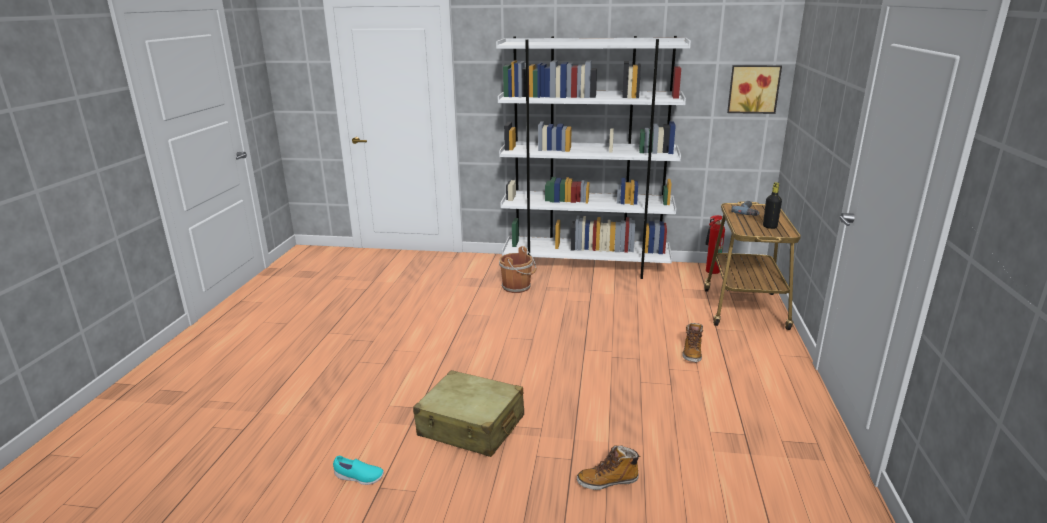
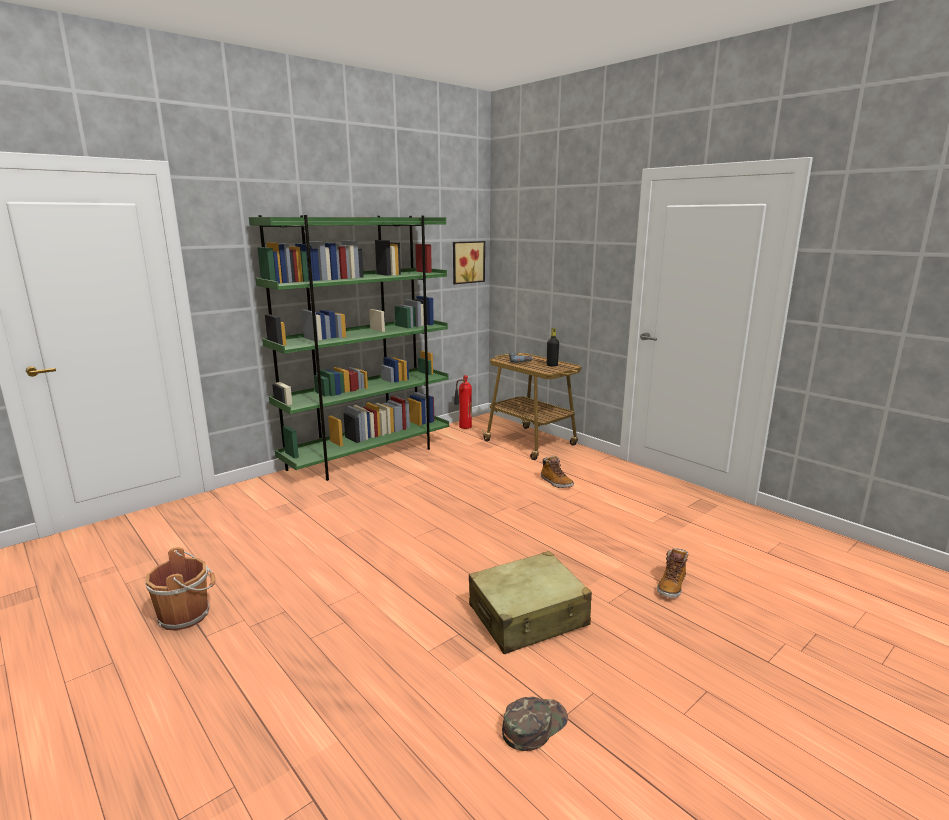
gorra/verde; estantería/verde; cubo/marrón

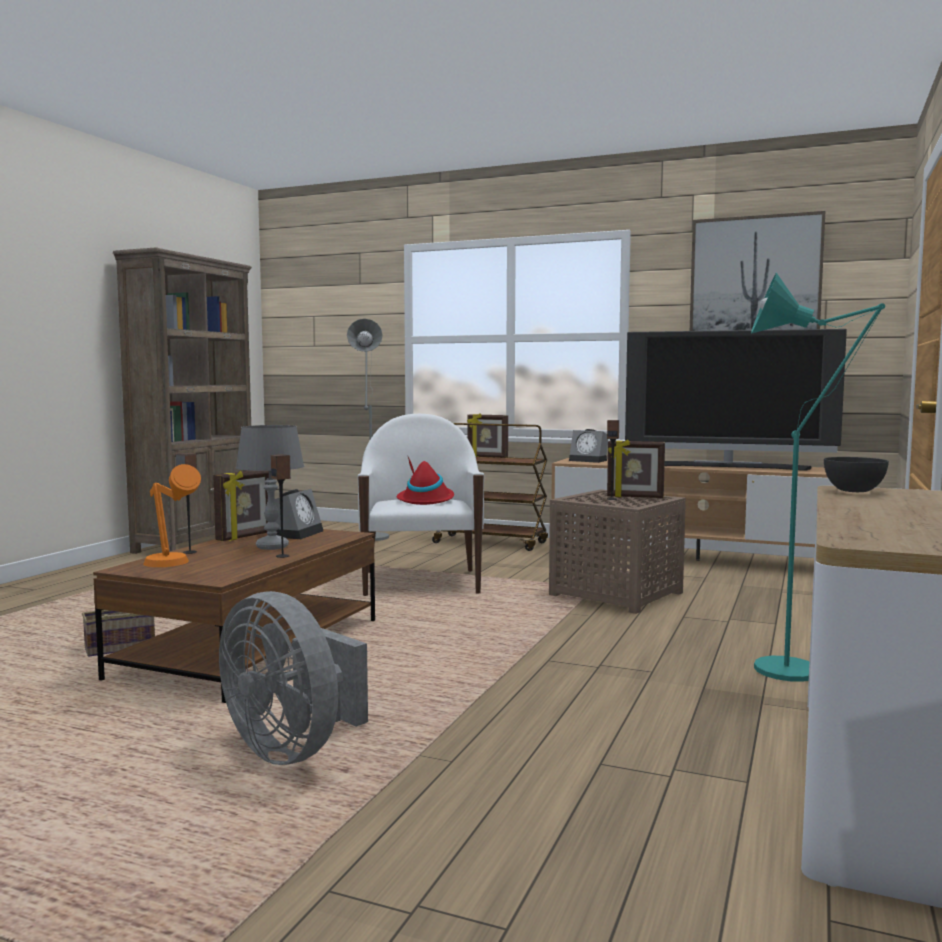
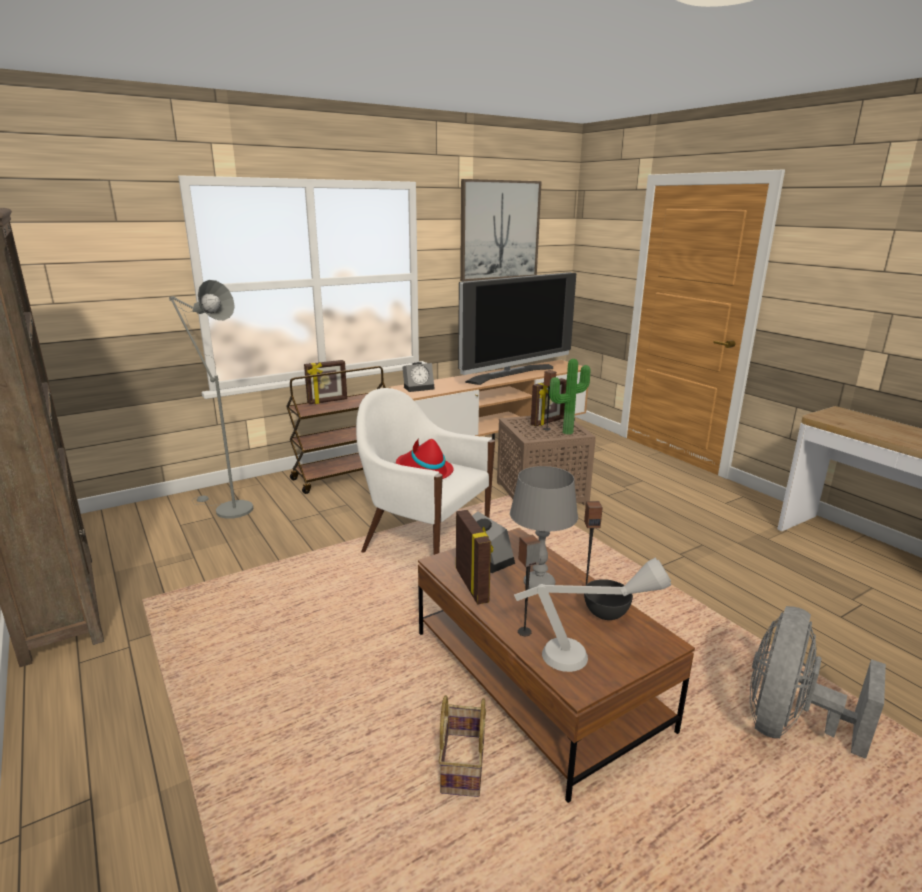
lámpara de mesa/gris (2nd from left); ventilador/gris; lámpara de pie/turquesa; cuenco/gris; planta en maceta

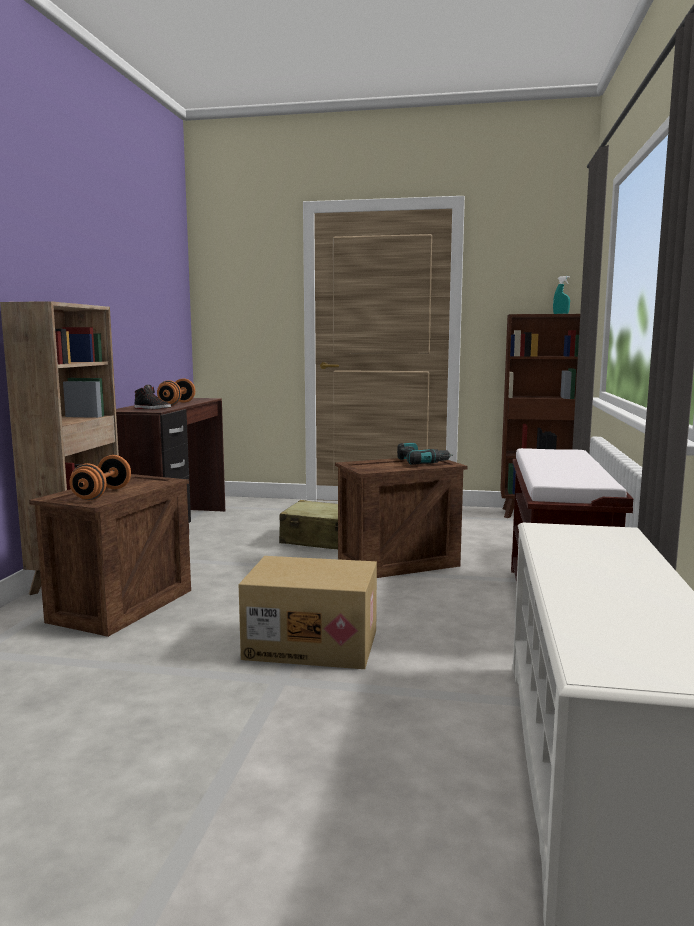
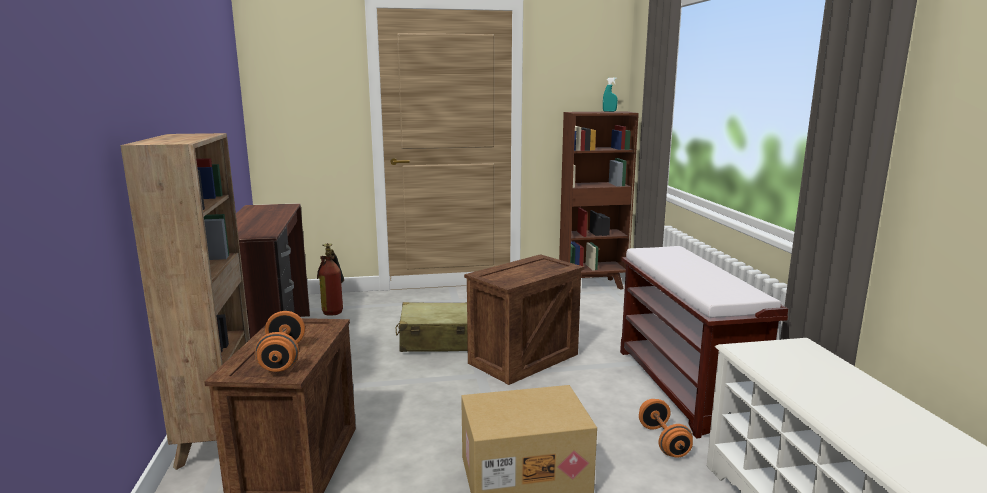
zapato/negro; mancuerna/naranja (2nd from left); taladro; extintor

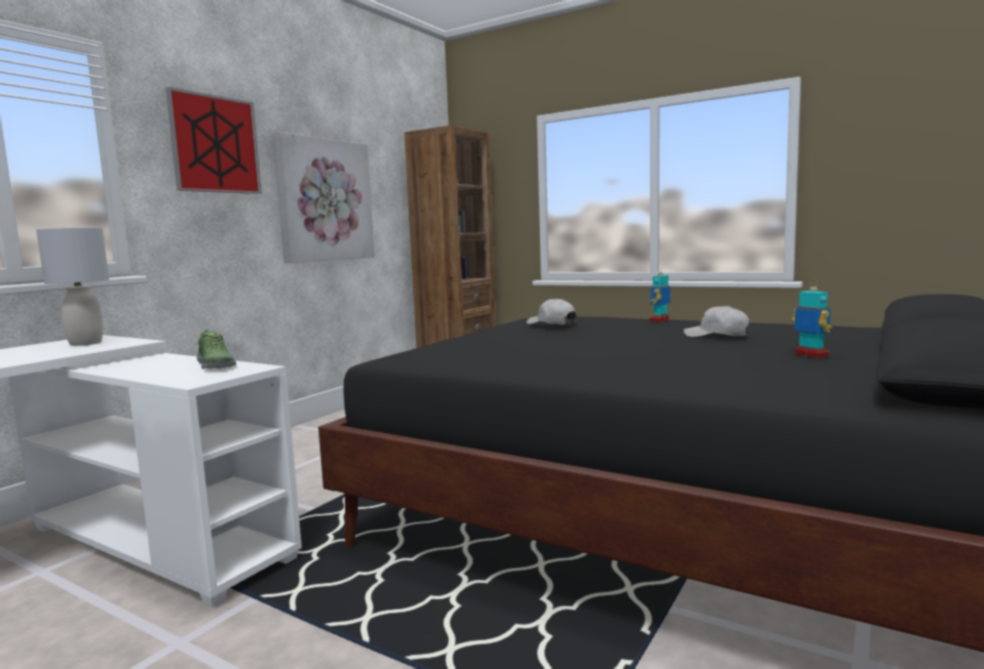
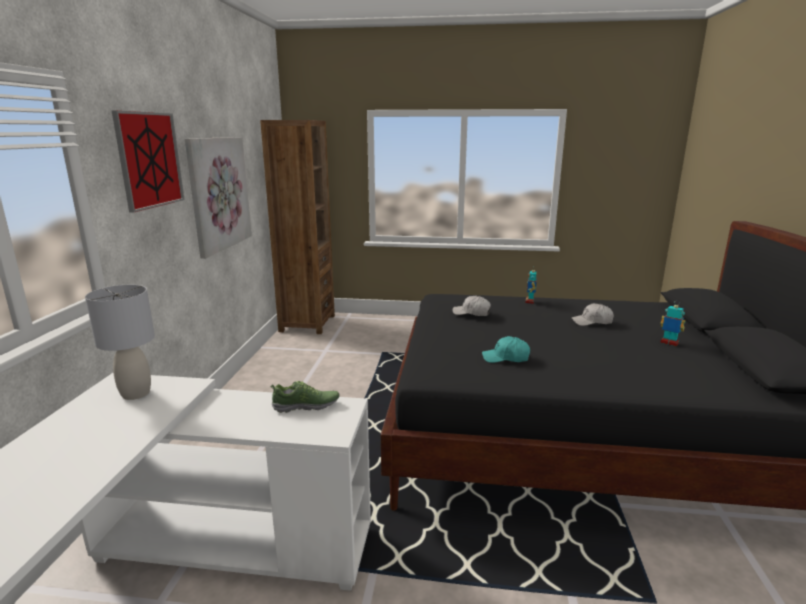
zapato; gorra/turquesa

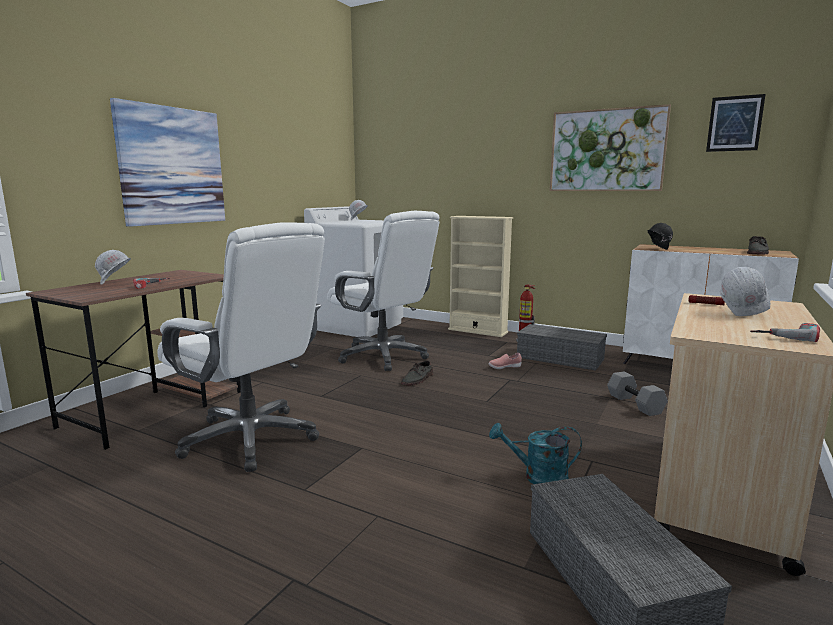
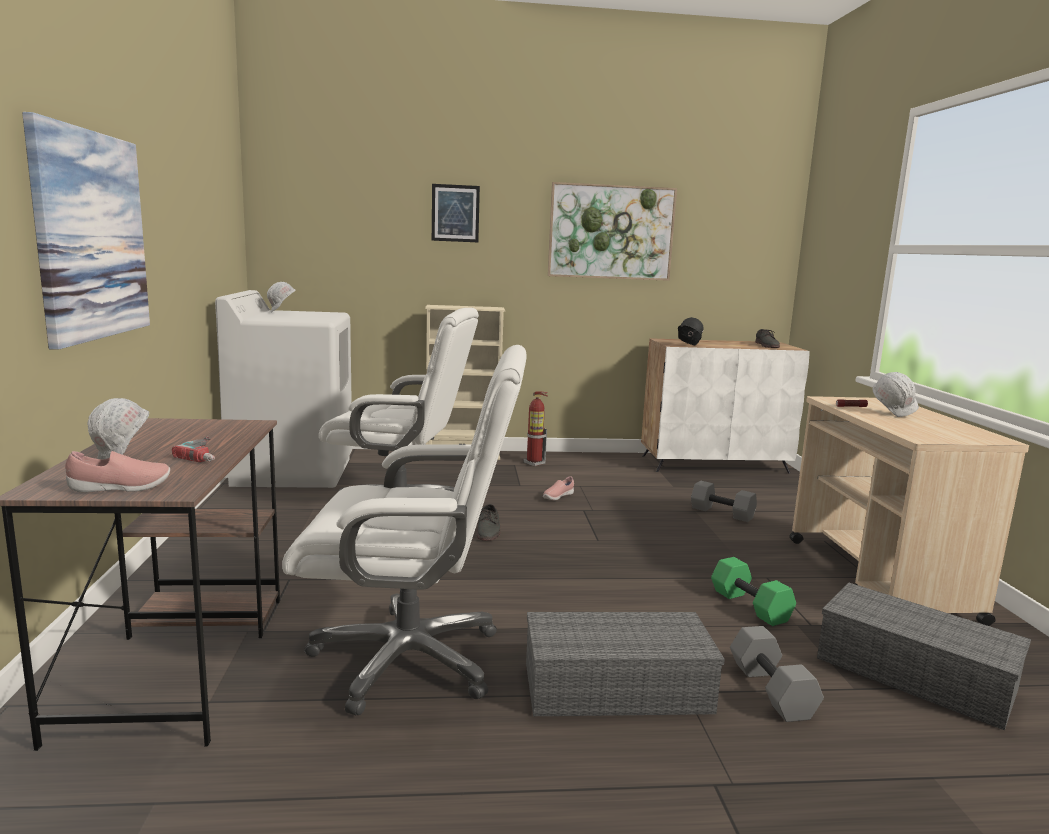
mancuerna/verde; caja de almacenaje/gris (1st from left); cuadro (2nd from left); taladro (2nd from left in the first image); zapato/rosa (1st from left); mancuerna/gris (2nd from left)

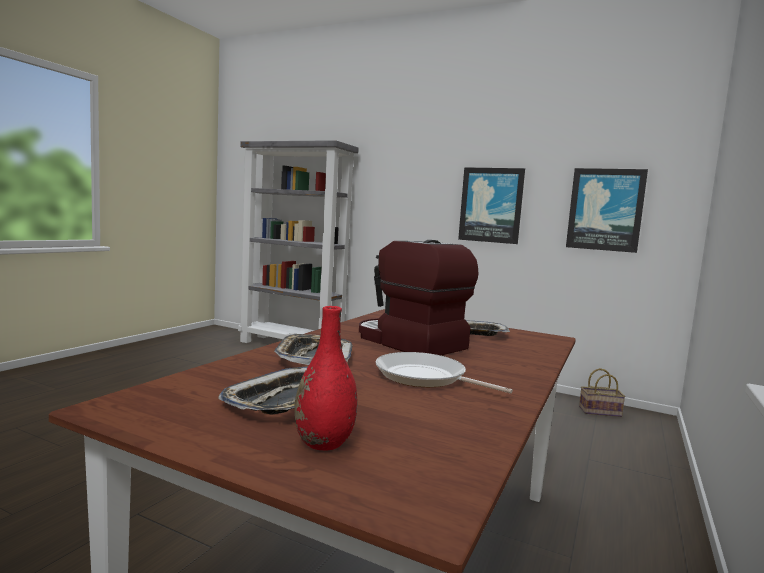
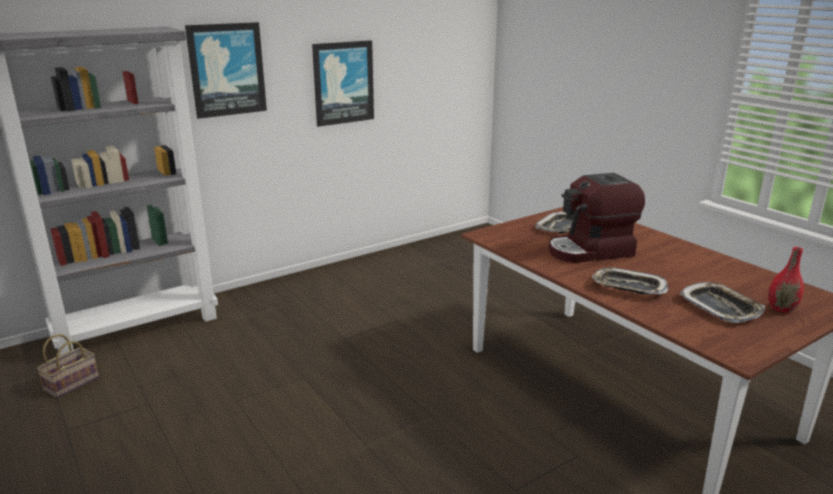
sartén; cuadro (1st from left); cesta

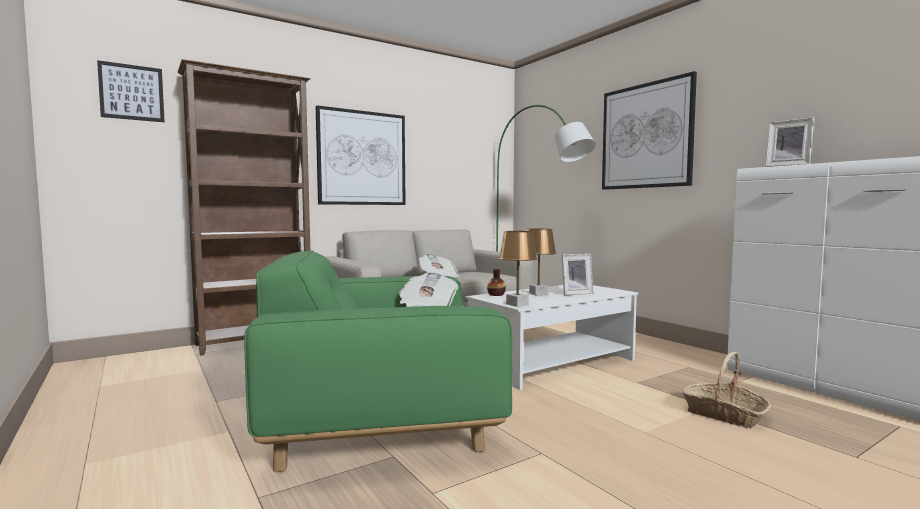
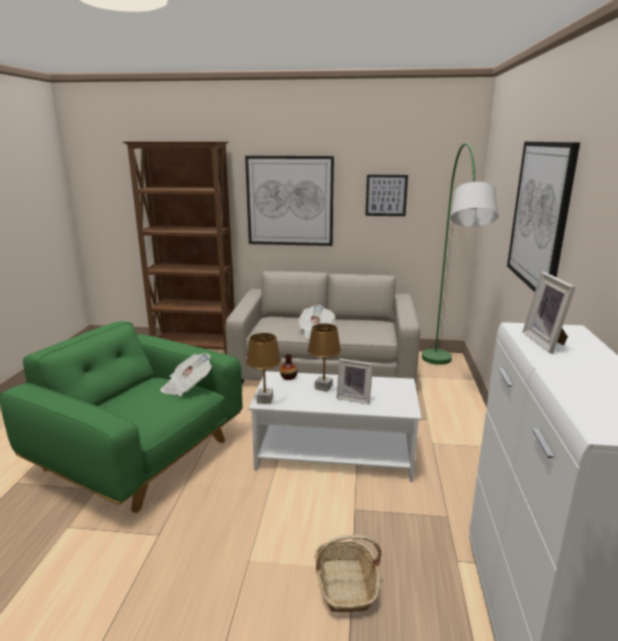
cuadro (2nd from left)

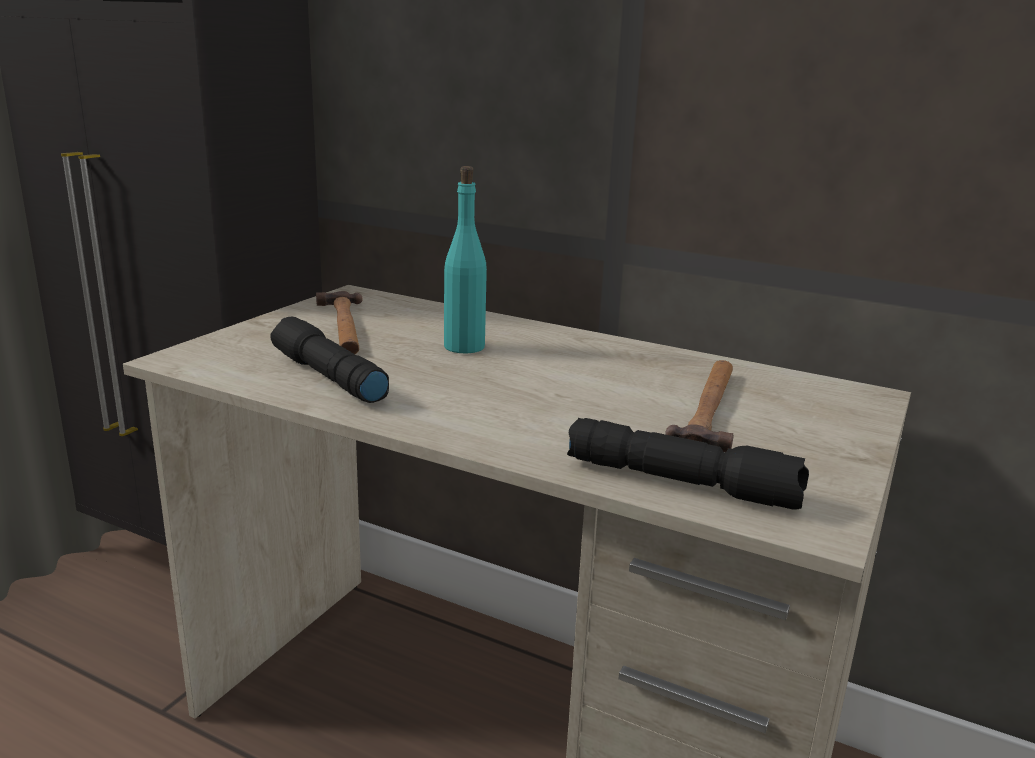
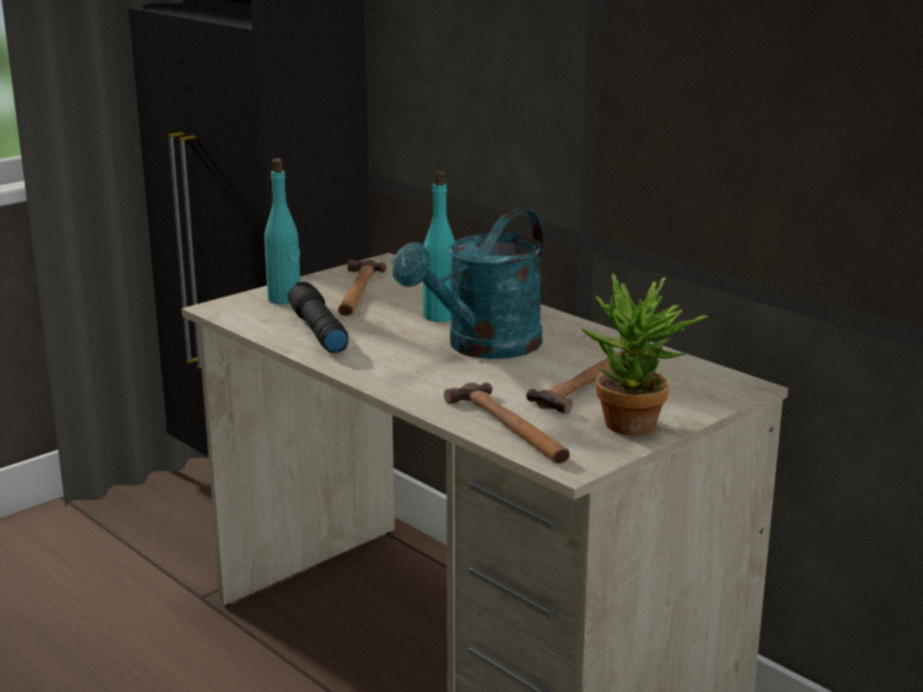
martillo (2nd from left); botella/turquesa (1st from left); regadera/turquesa; planta en maceta

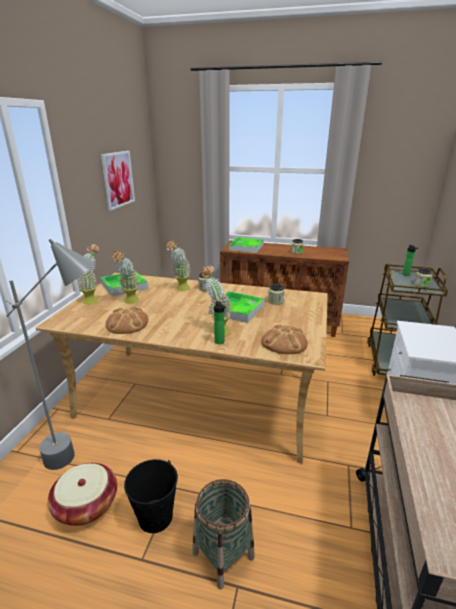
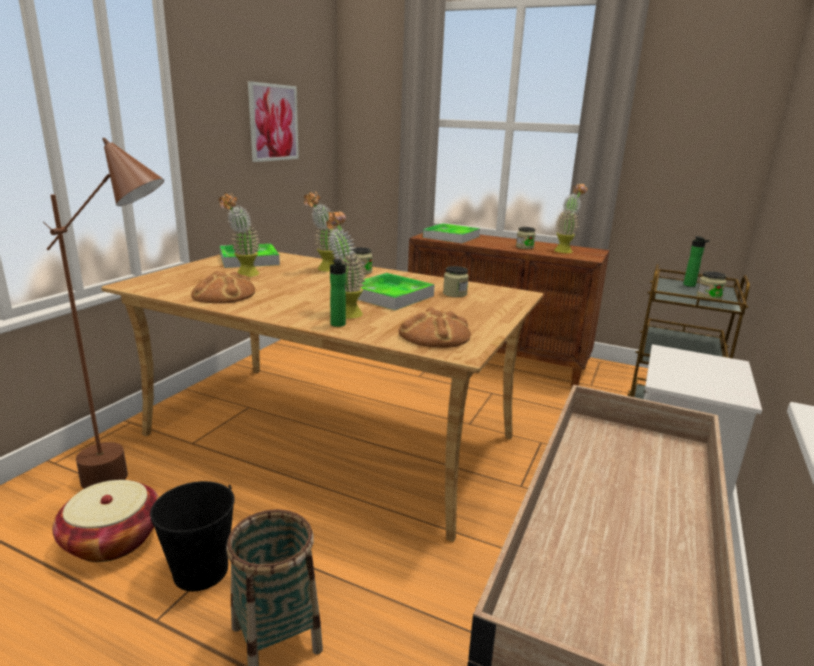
lámpara de pie/marrón; planta en maceta (4th from left)

